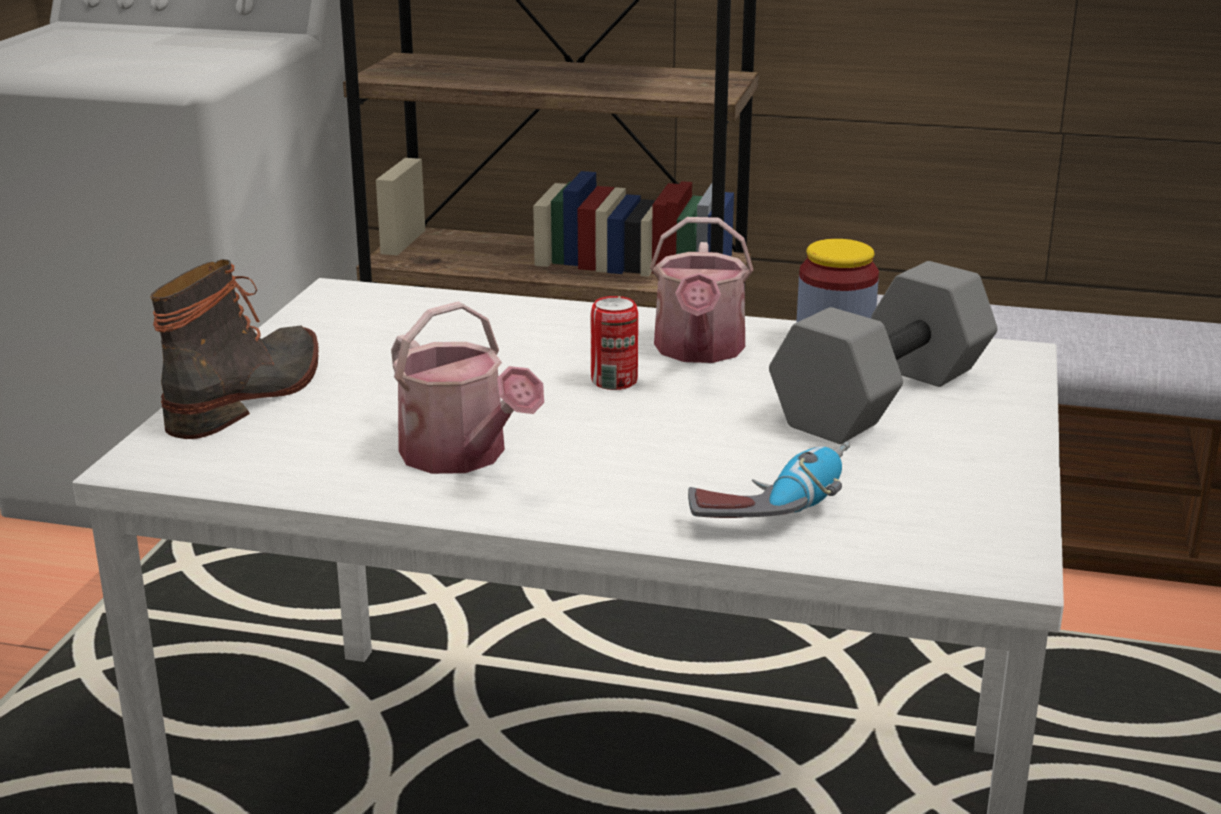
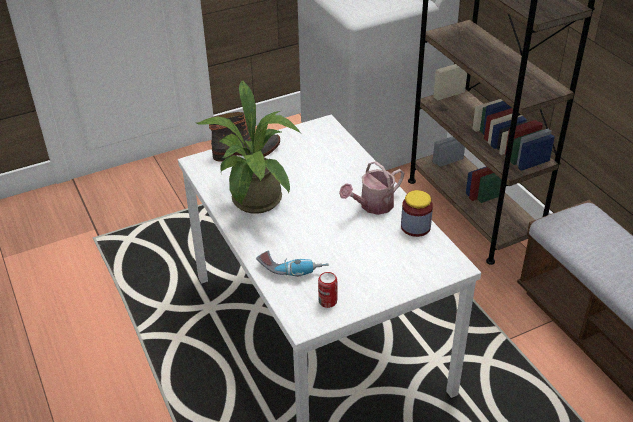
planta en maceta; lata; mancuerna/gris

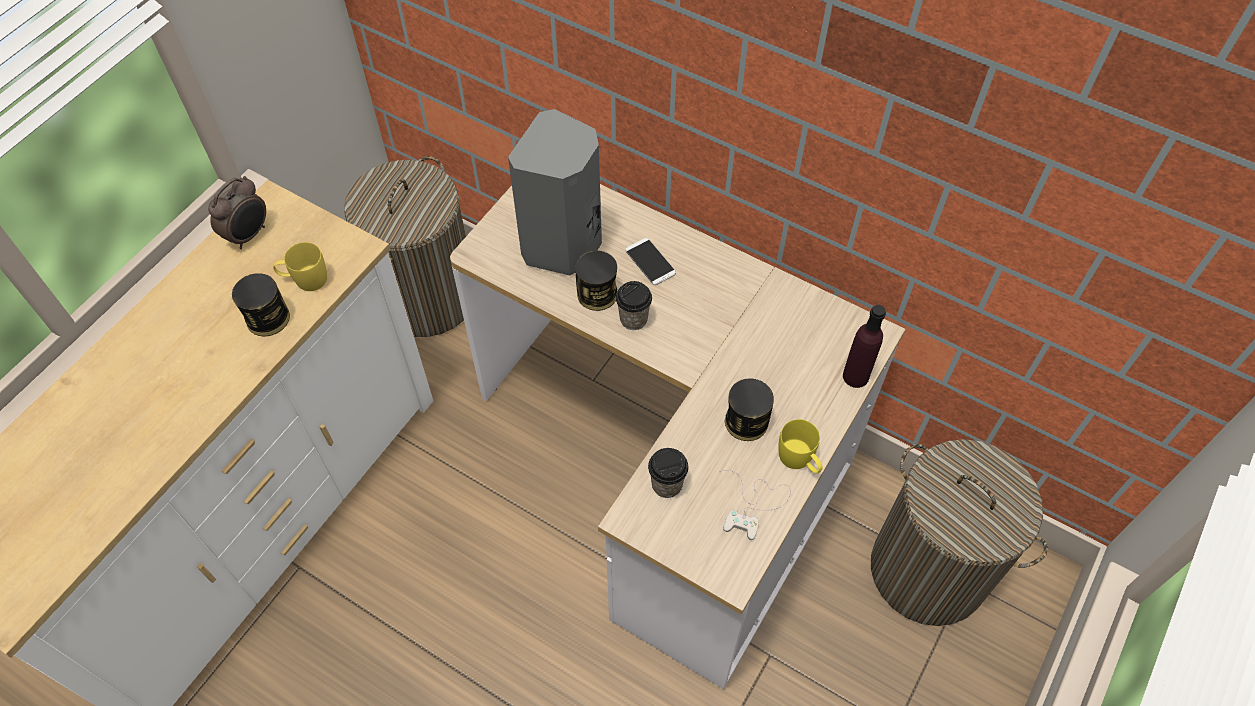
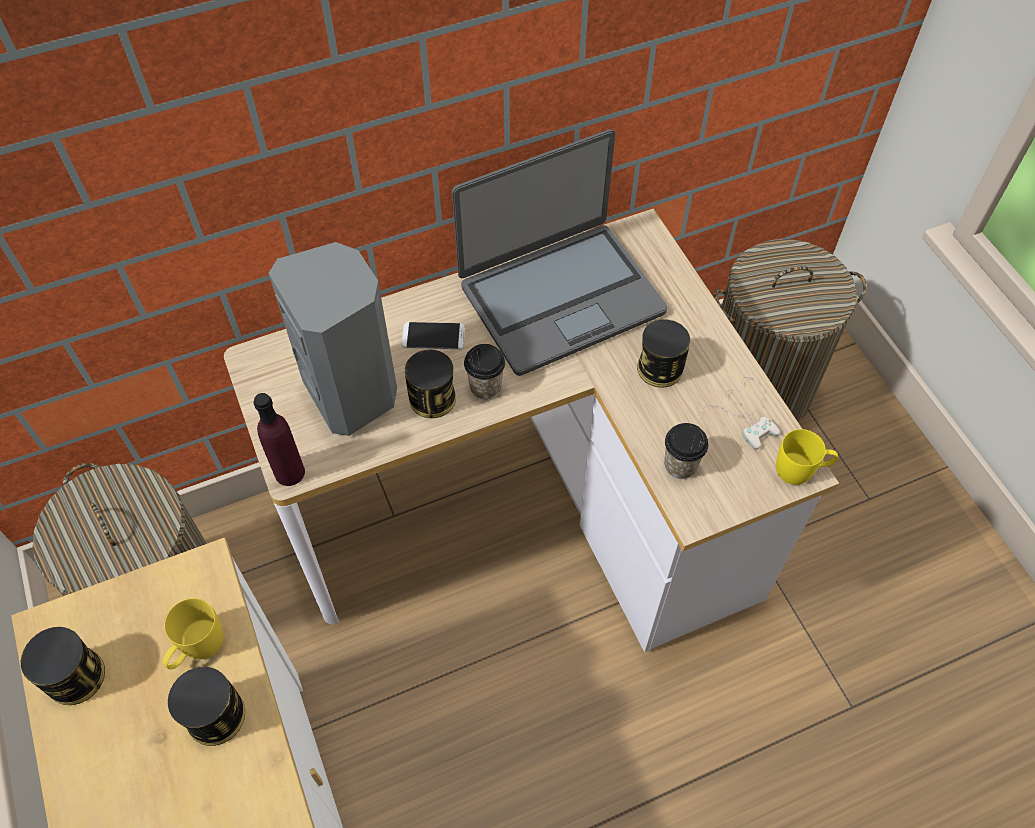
lata (1st from left); taza grande/amarillo (2nd from left); botella/morado; portátil

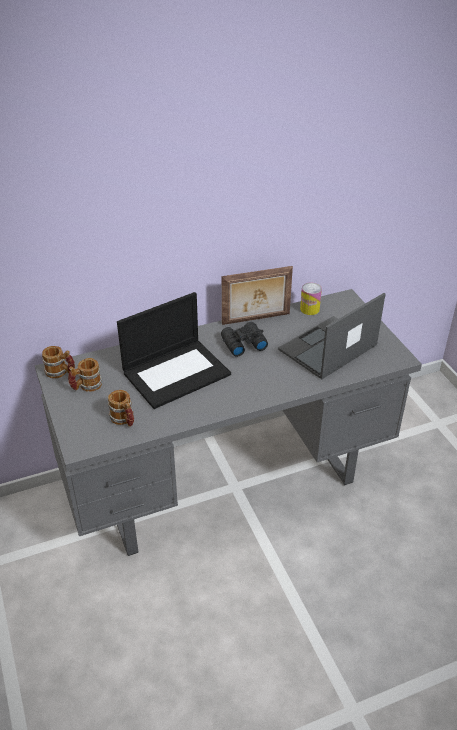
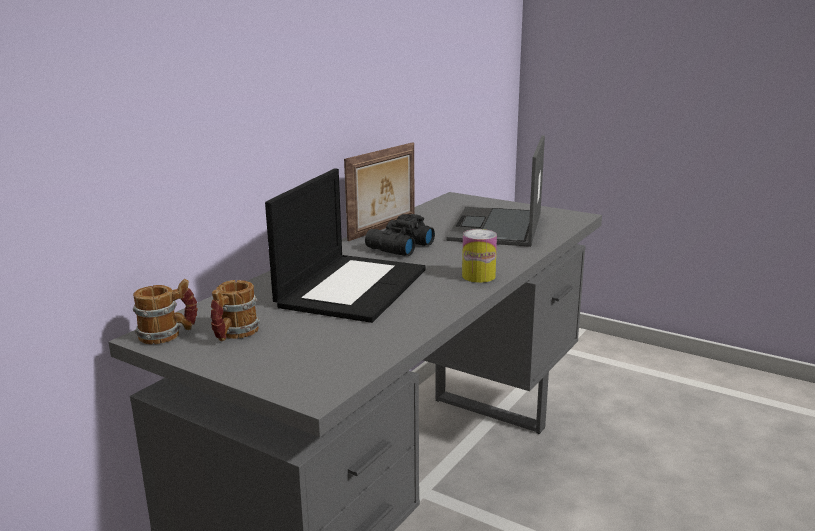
taza grande (3rd from left in the first image); lata

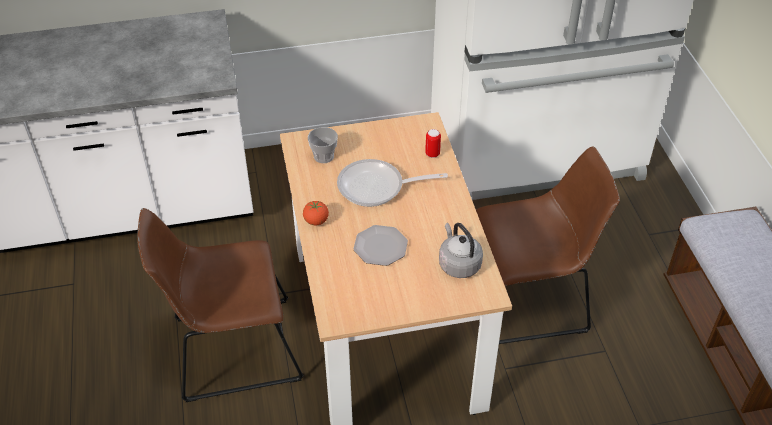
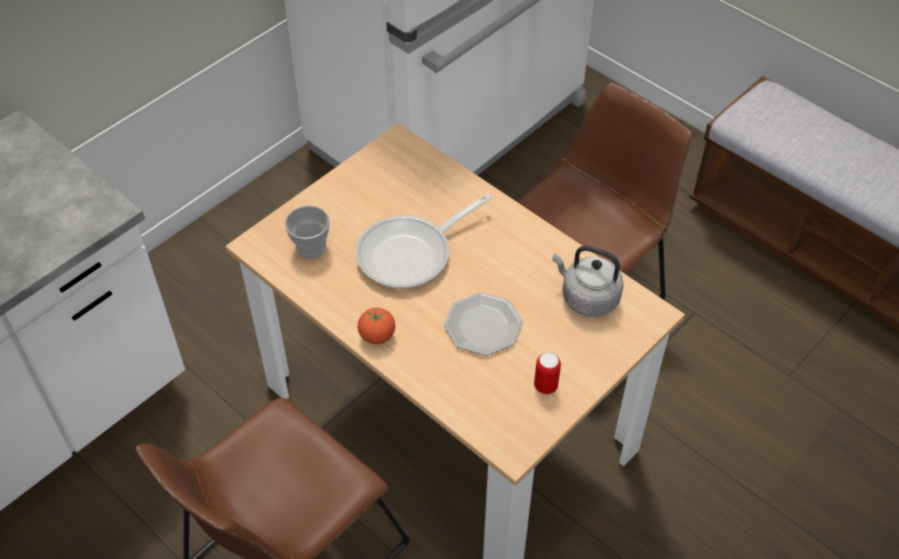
lata

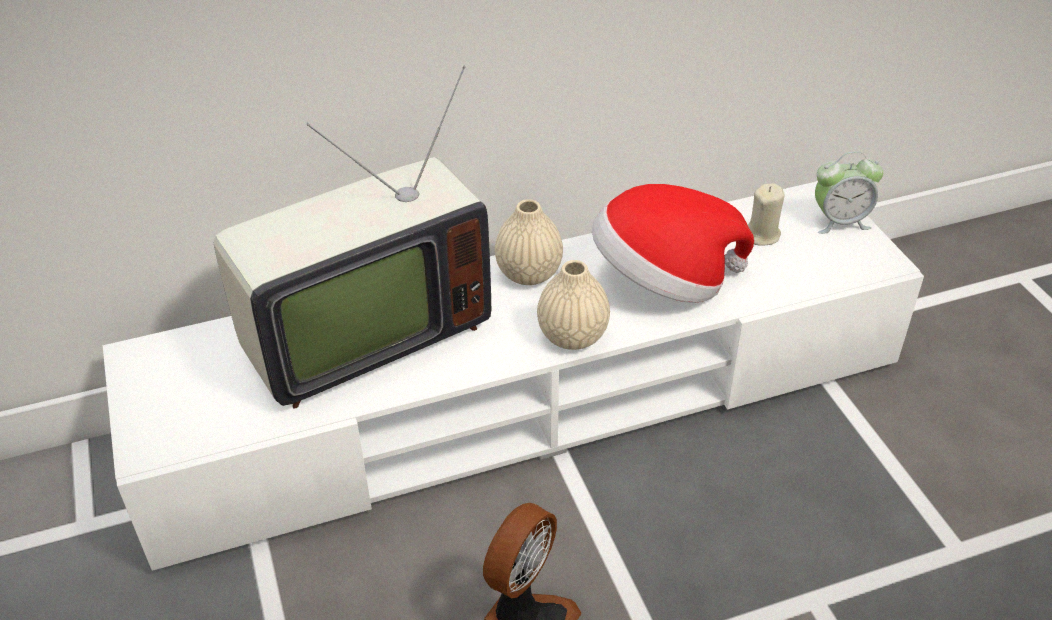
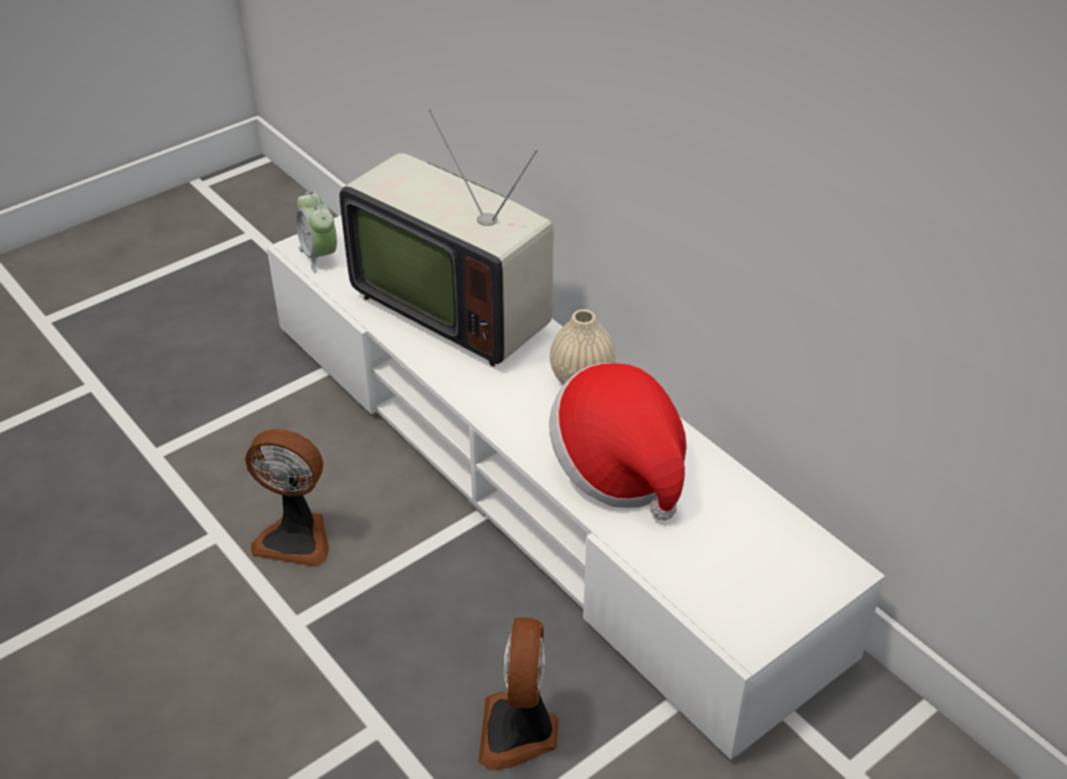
florero/beis (2nd from left in the first image); vela/beis; despertador; ventilador (2nd from left)

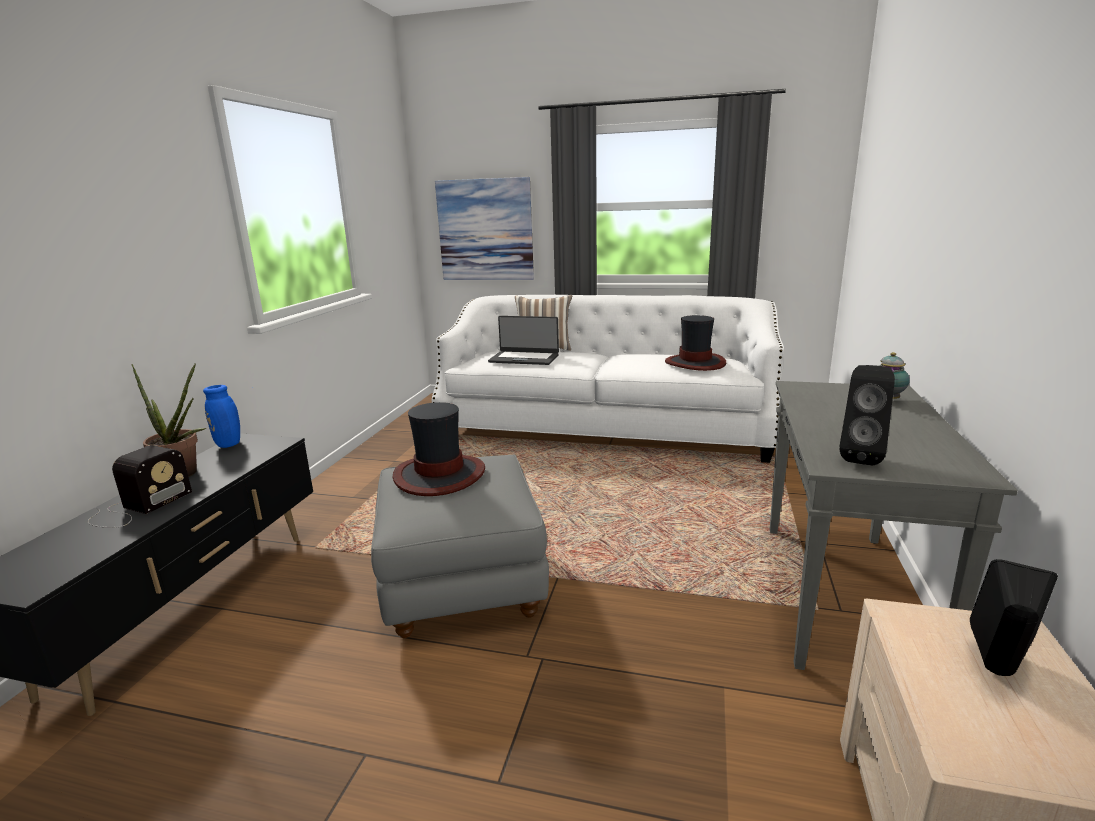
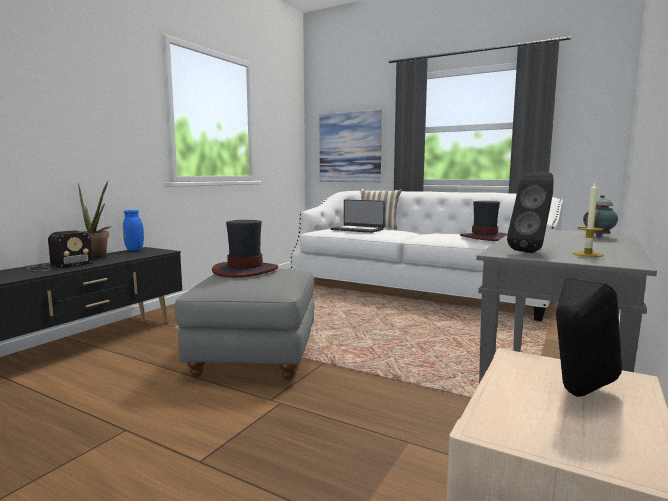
vela

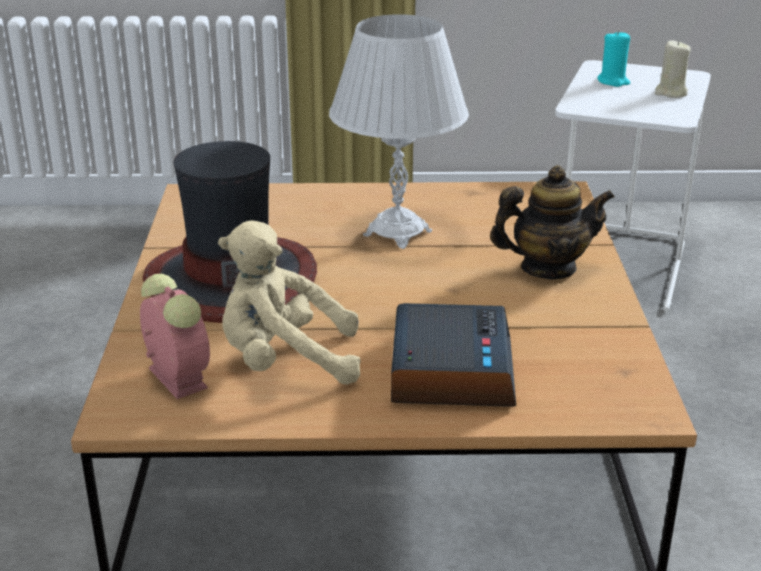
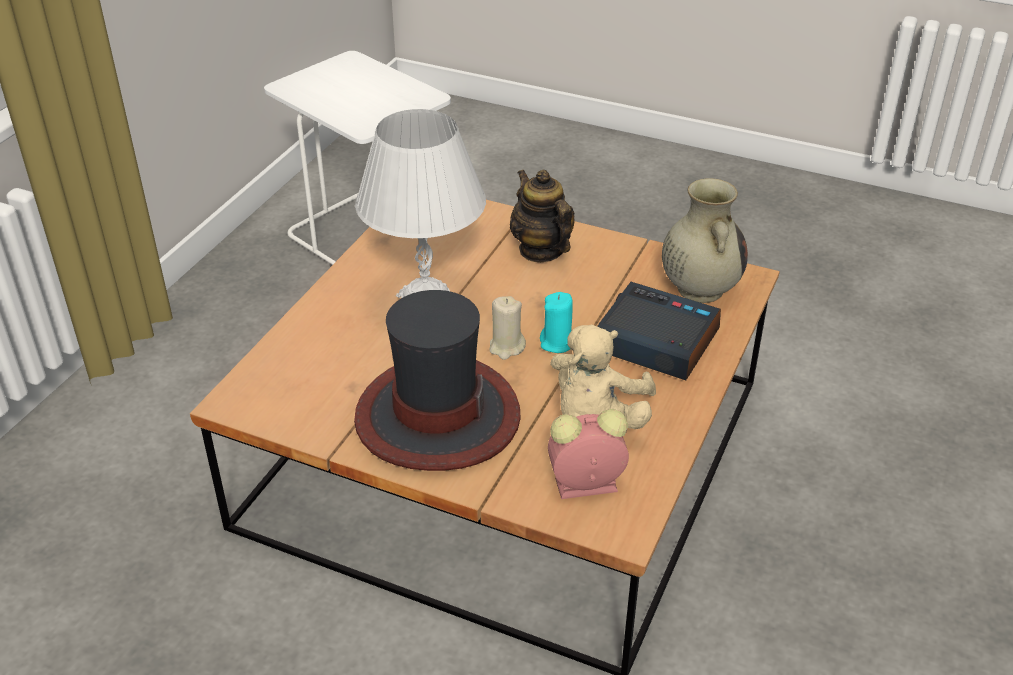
tetera; vela/turquesa; vela/beis; florero/beis

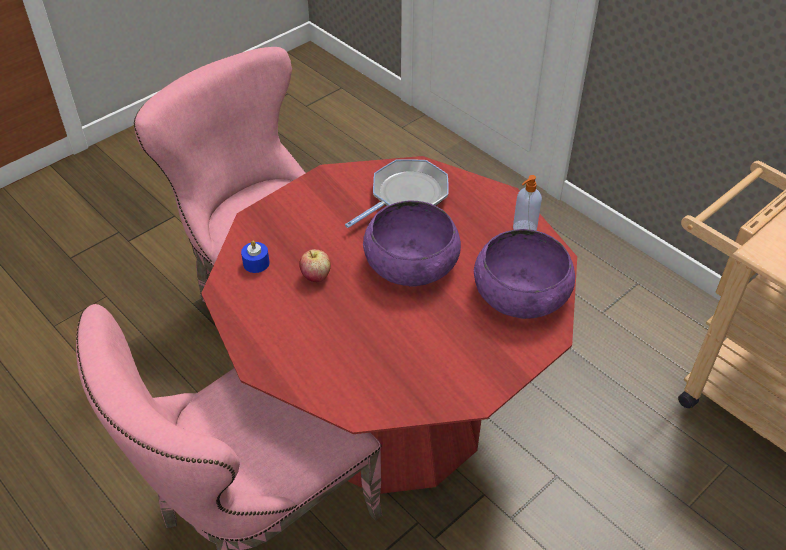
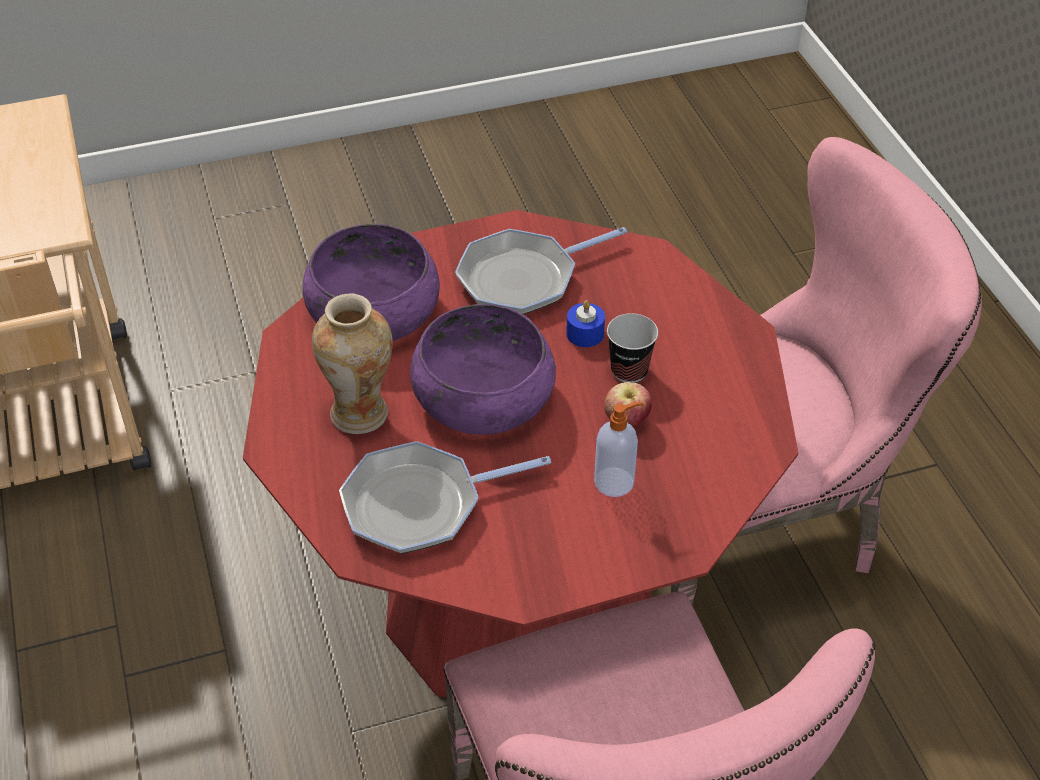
vela/azul; dispensador de jabón; florero; sartén (2nd from left); taza

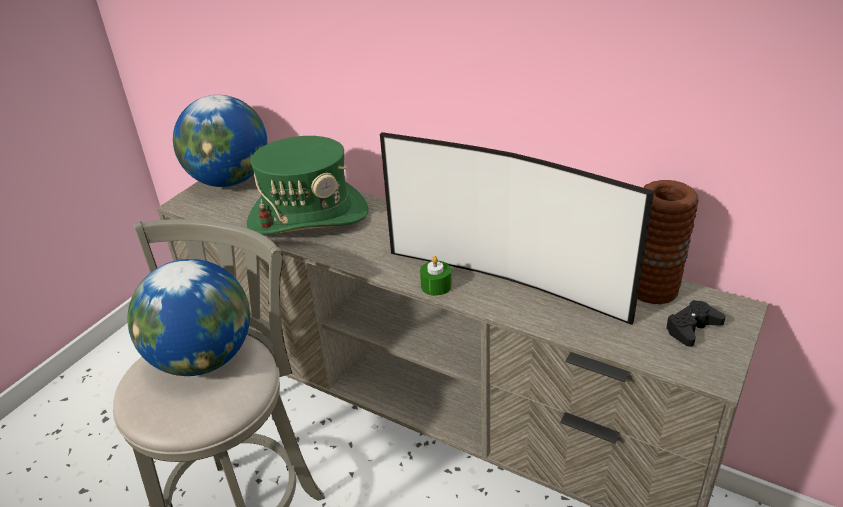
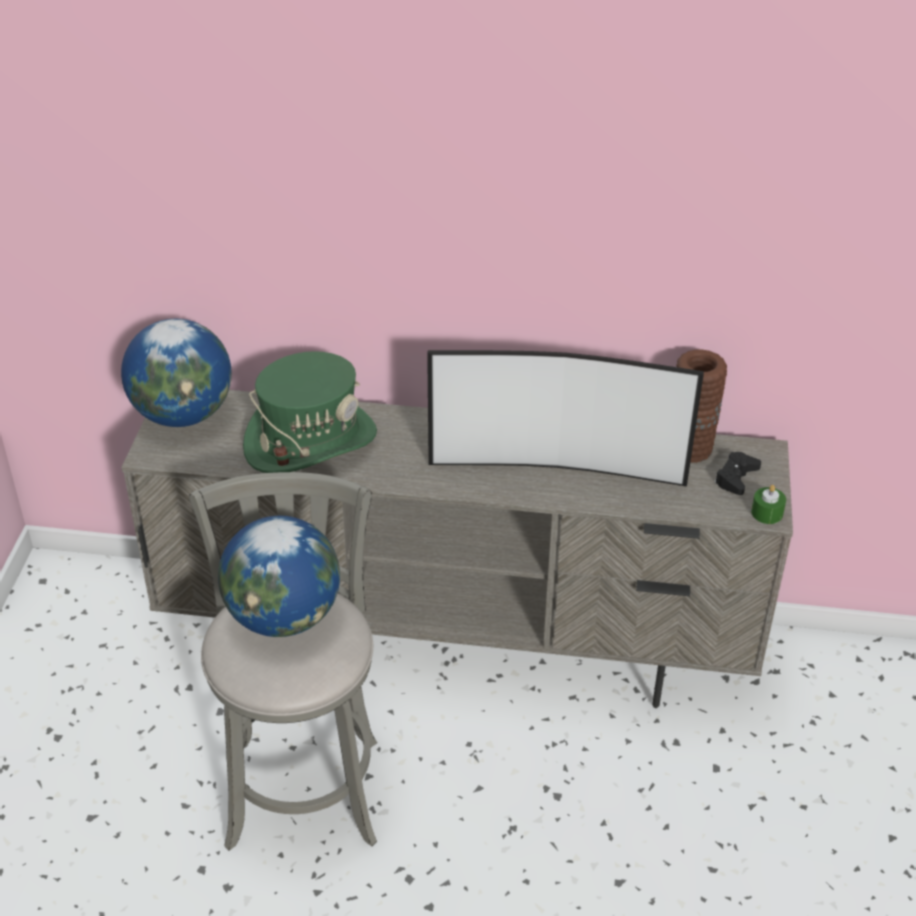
vela/verde

